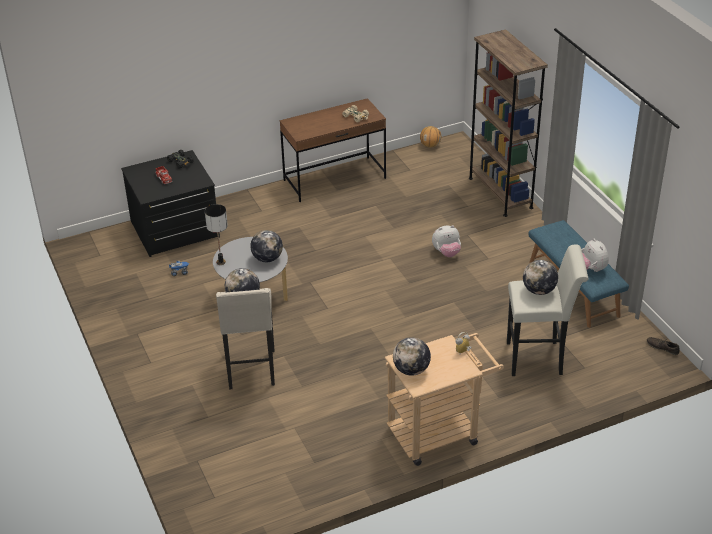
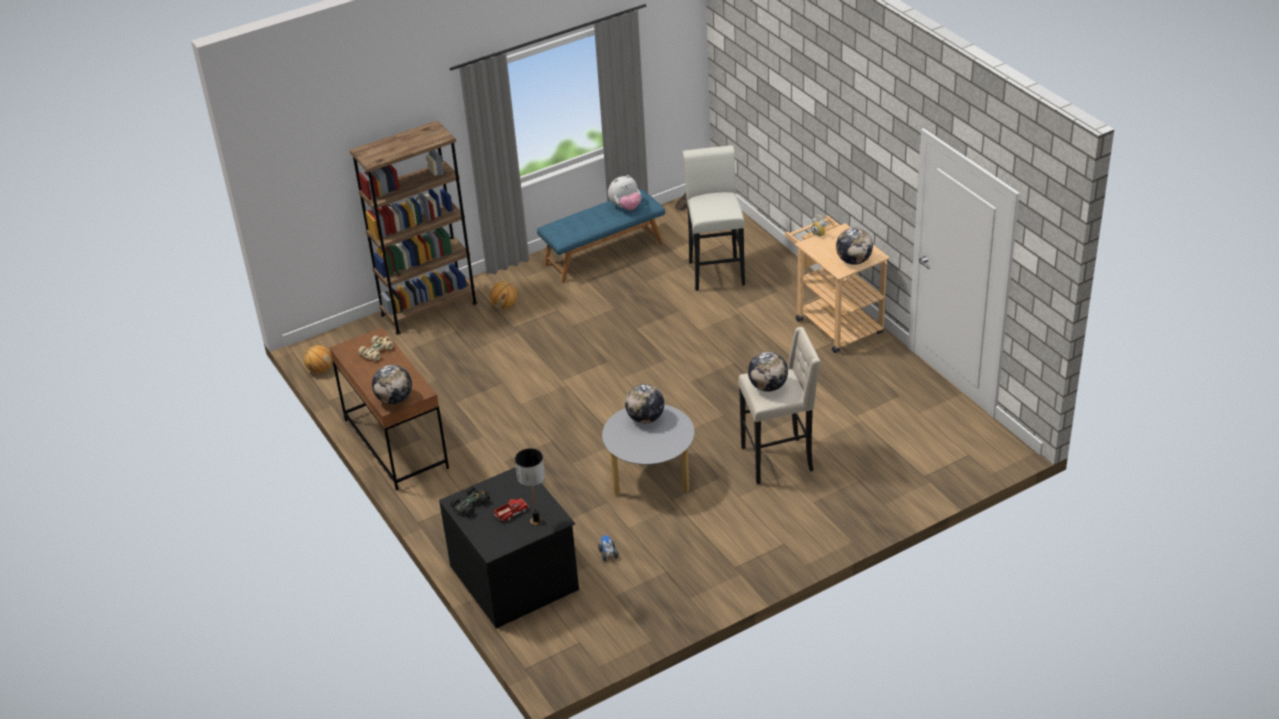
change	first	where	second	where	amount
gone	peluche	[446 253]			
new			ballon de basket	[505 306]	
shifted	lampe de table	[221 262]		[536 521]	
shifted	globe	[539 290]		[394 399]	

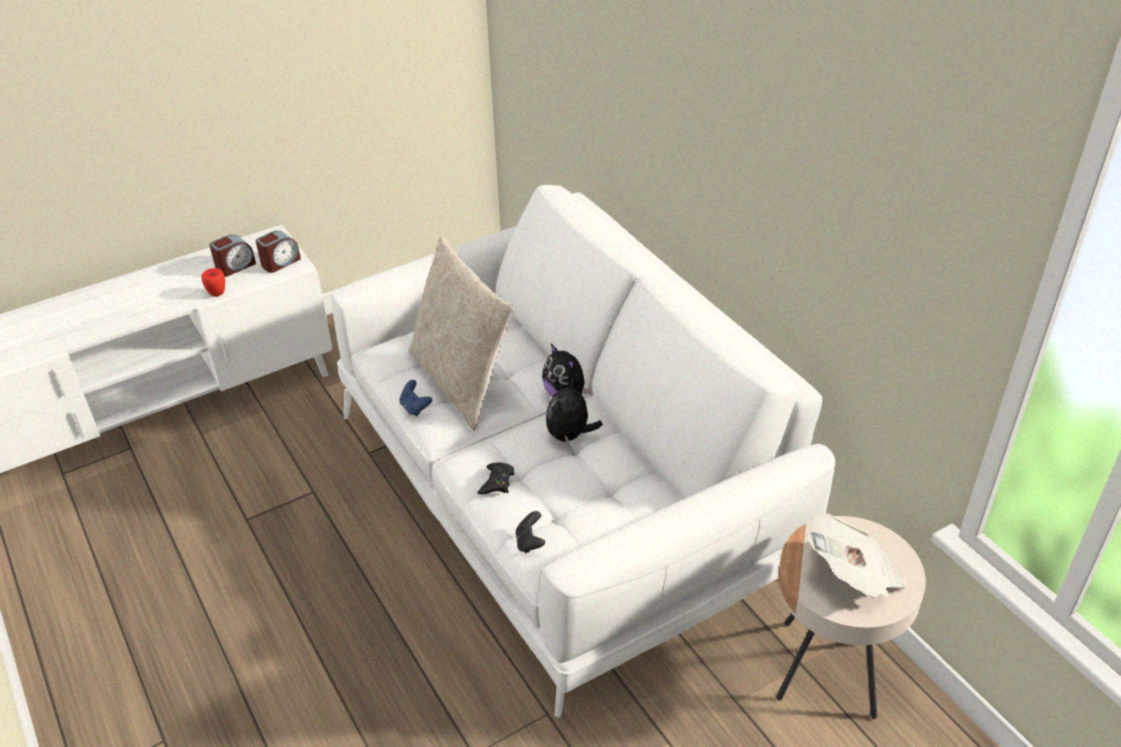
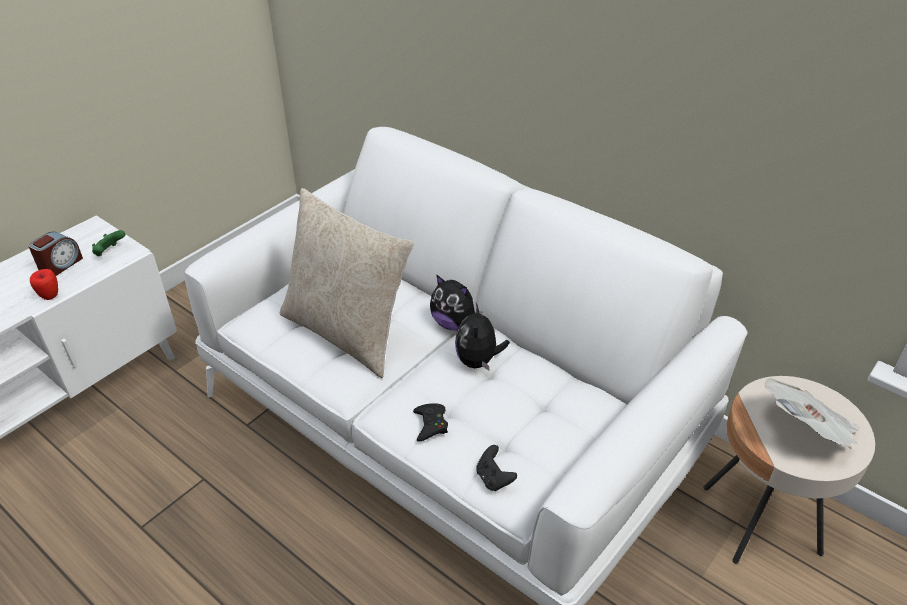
change	first	where	second	where	amount
gone	manette/bleu	[415 407]			
swapped	réveil	[280 262]	manette/vert	[110 252]	

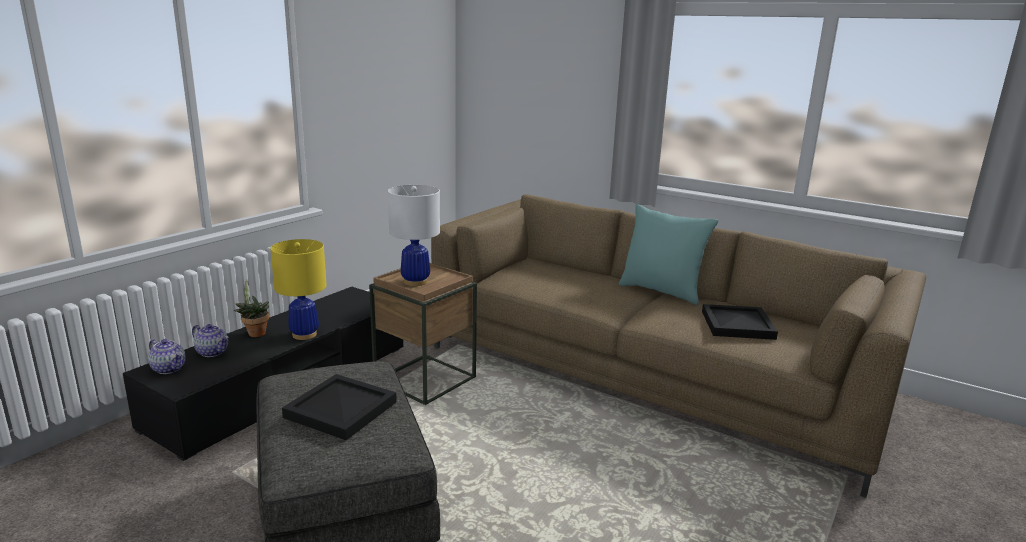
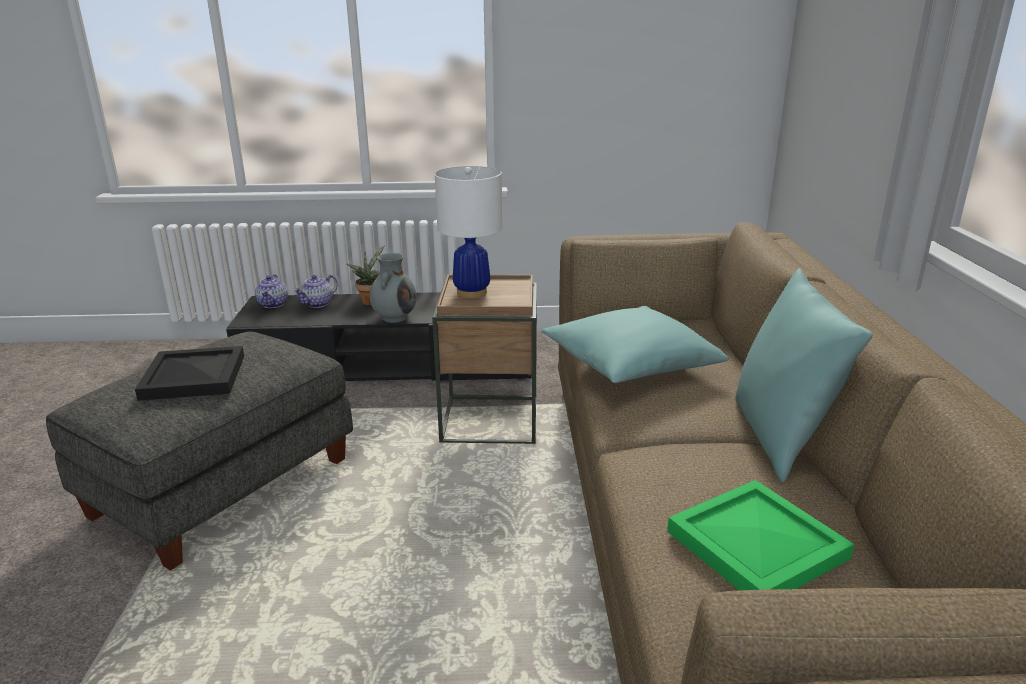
change	first	where	second	where	amount
new			coussin/turquoise	[630 365]	
swapped	lampe de table/jaune	[304 334]	vase/gris	[394 317]	
repainted	plateau/noir	[738 325]	plateau/vert	[756 546]	
rotated	théière	[213 352]		[318 304]	45 degrees clockwise

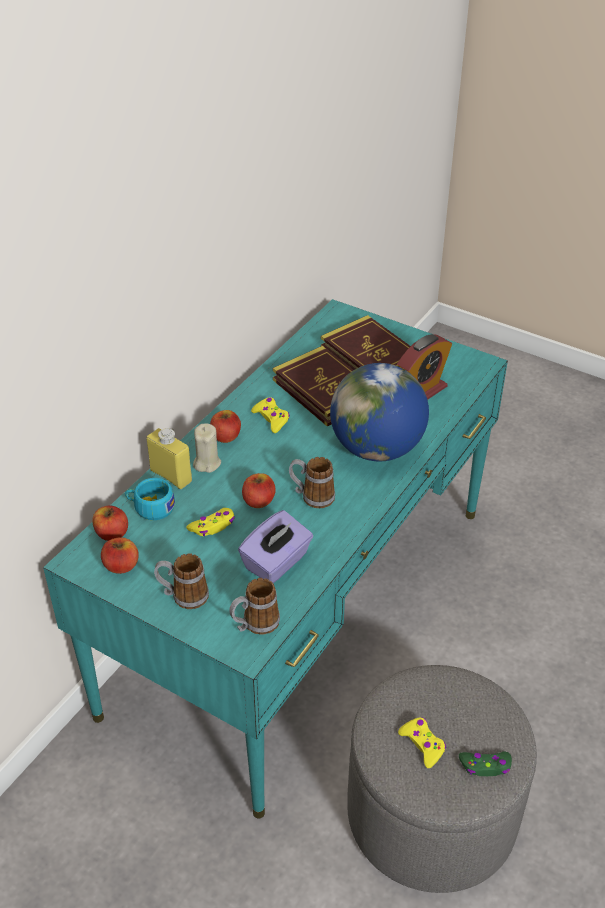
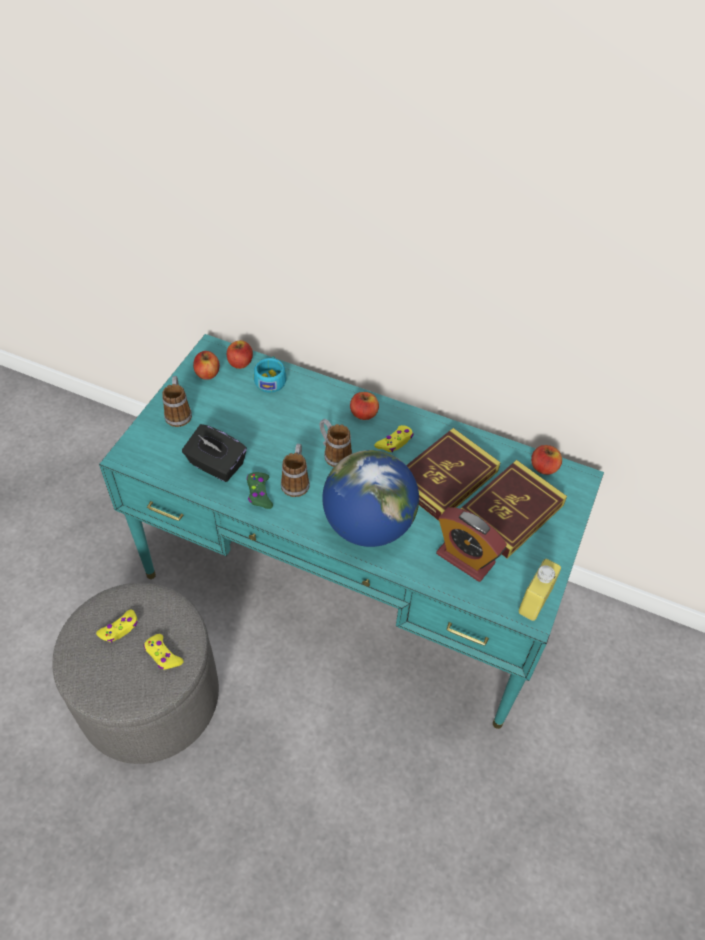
change	first	where	second	where	amount
gone	bougie/beige	[207 463]			
shifted	bouteille/jaune	[171 476]		[534 601]	
shifted	manette/jaune	[213 526]		[163 655]	
shifted	mug	[255 624]		[334 453]	
shifted	pomme	[258 501]		[543 467]	
shifted	manette/vert	[485 766]		[259 493]	
repainted	boîte à mouchoirs/violet	[277 562]	boîte à mouchoirs/noir	[216 465]	

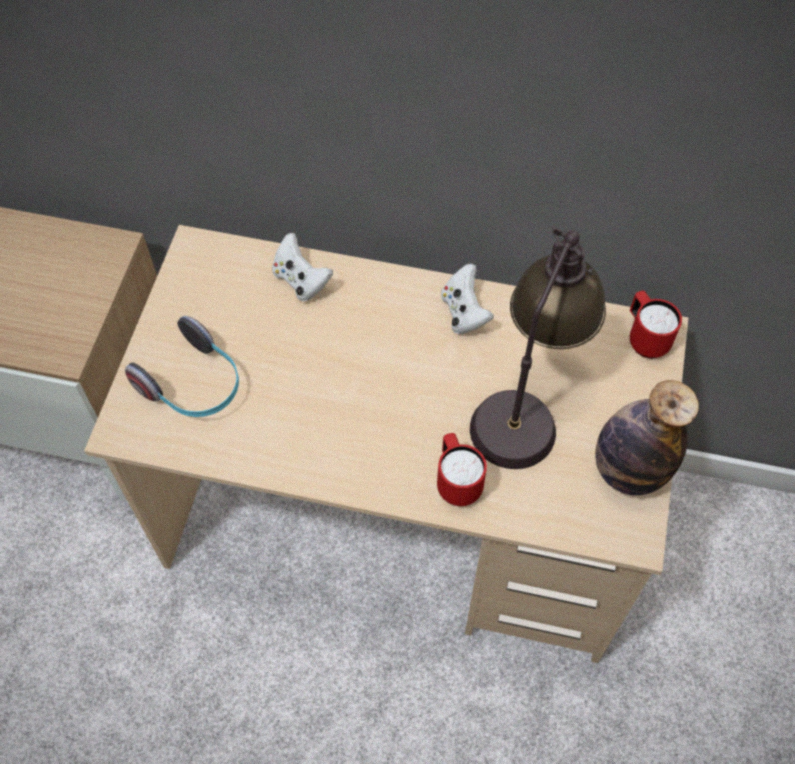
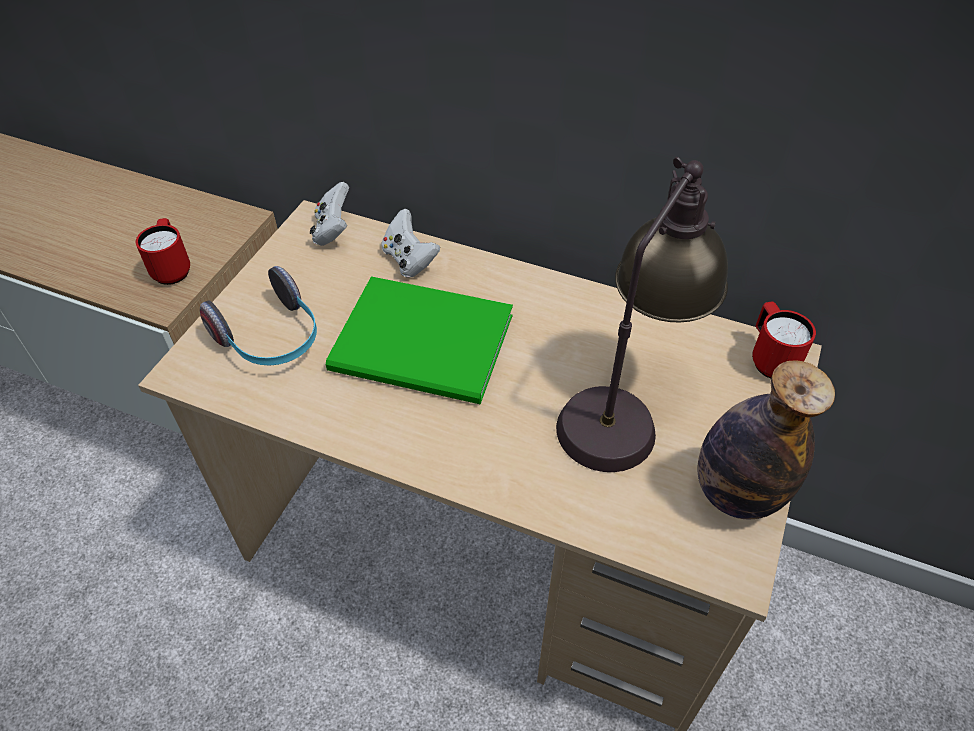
change	first	where	second	where	amount
new			livre/vert	[426 347]	
shifted	mug/rouge	[456 482]		[172 269]	
shifted	manette/blanc	[464 312]		[333 230]	

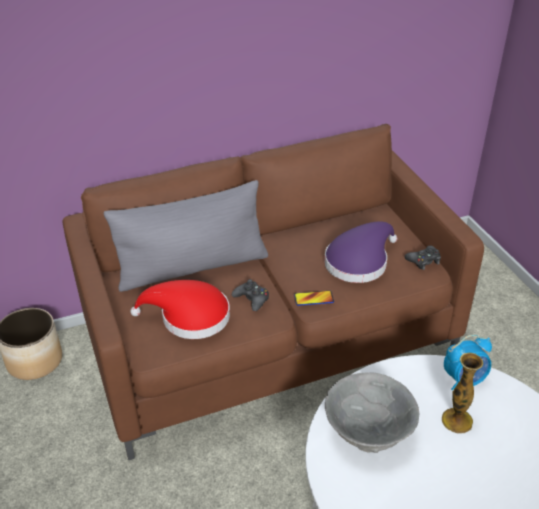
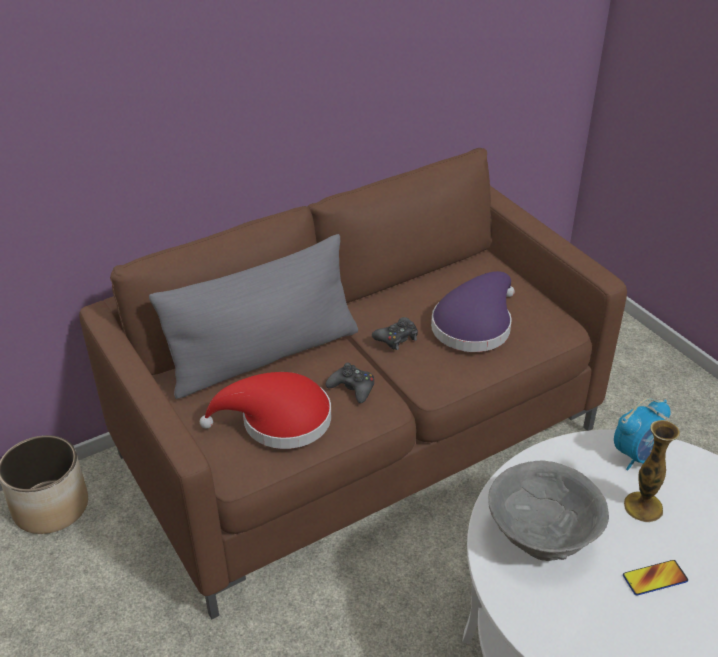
change	first	where	second	where	amount
shifted	téléphone	[314 299]		[654 578]	
shifted	manette/noir	[423 261]		[396 338]	

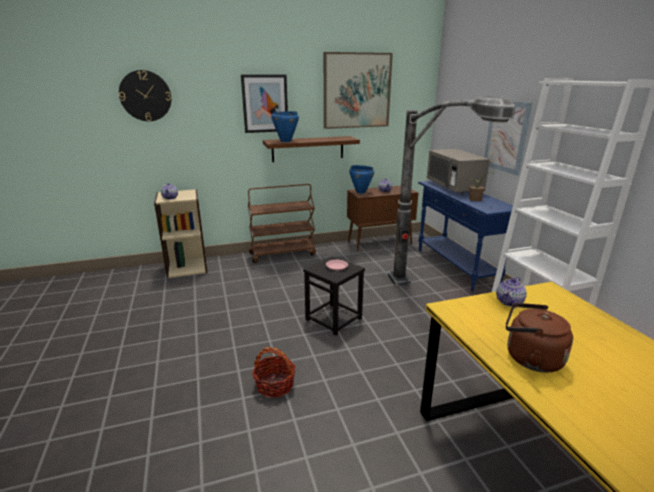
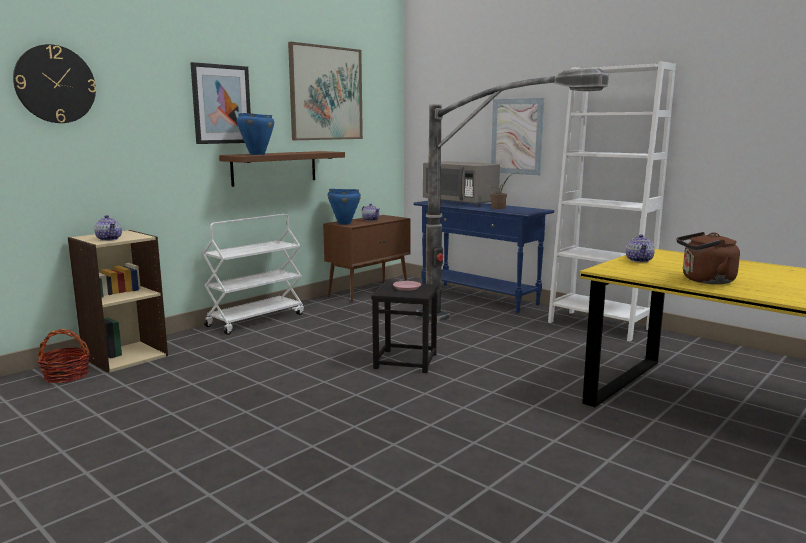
change	first	where	second	where	amount
shifted	panier	[275 385]		[66 376]	
repainted	chariot/marron	[283 254]	chariot/blanc	[256 320]	

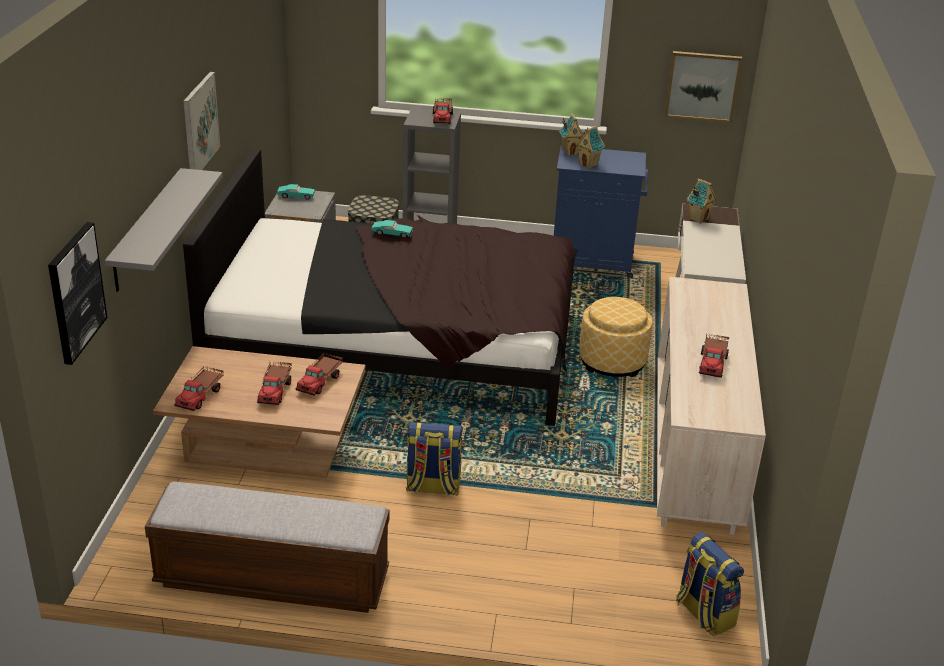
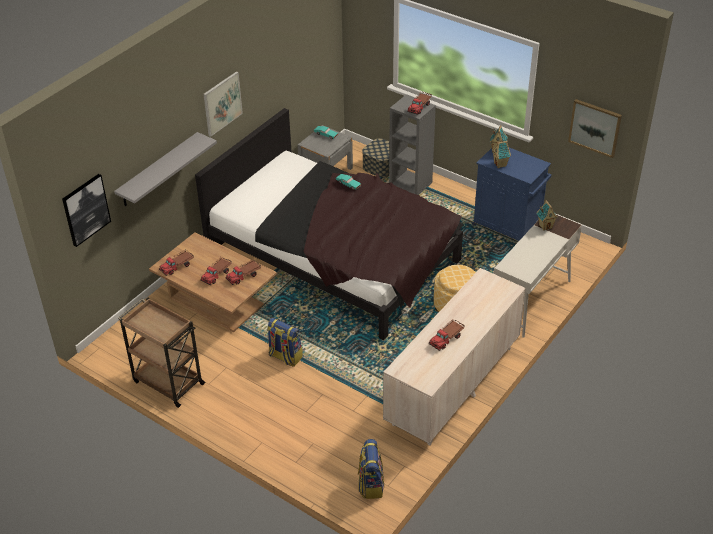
change	first	where	second	where	amount
swapped	banc	[272 579]	chariot/marron	[167 382]	

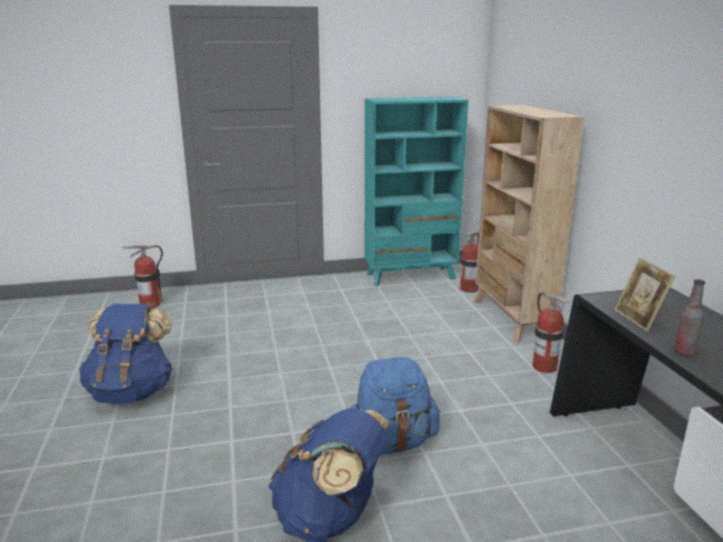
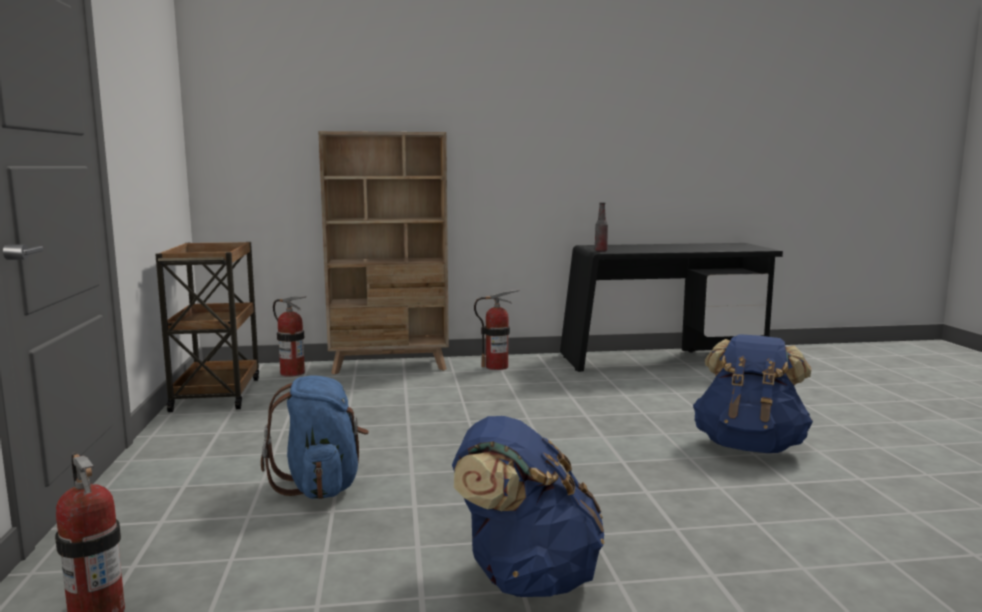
change	first	where	second	where	amount
gone	cadre photo	[638 320]			
shifted	sac à dos/bleu	[392 443]		[321 486]	
shifted	bouteille	[684 352]		[600 251]	
swapped	bibliothèque/turquoise	[411 276]	chariot/marron	[217 393]	

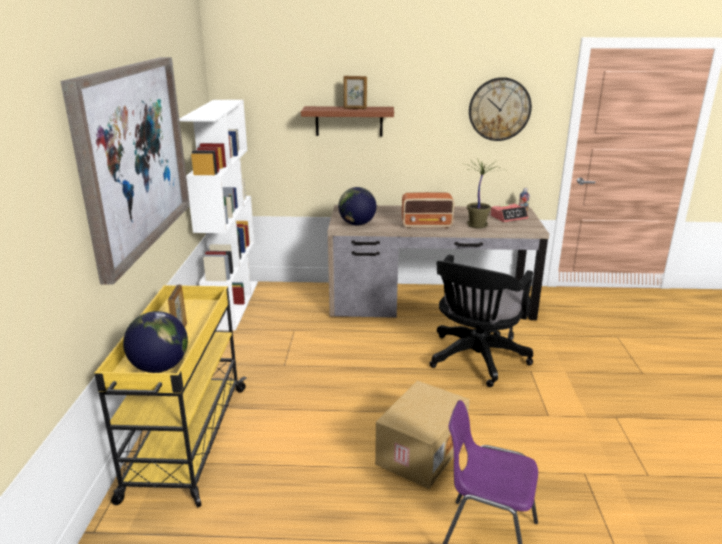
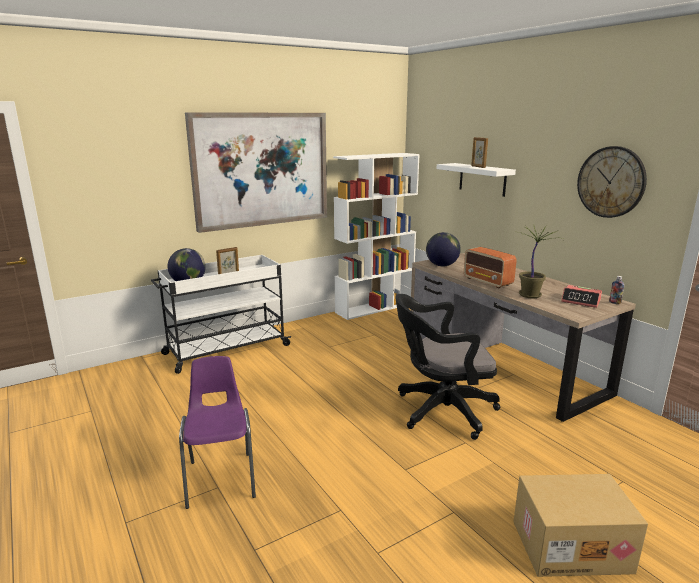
change	first	where	second	where	amount
shifted	carton	[420 451]		[571 545]	
repainted	chariot/jaune	[186 441]	chariot/blanc	[225 350]	
repainted	étagère/marron	[349 121]	étagère/blanc	[482 179]	

